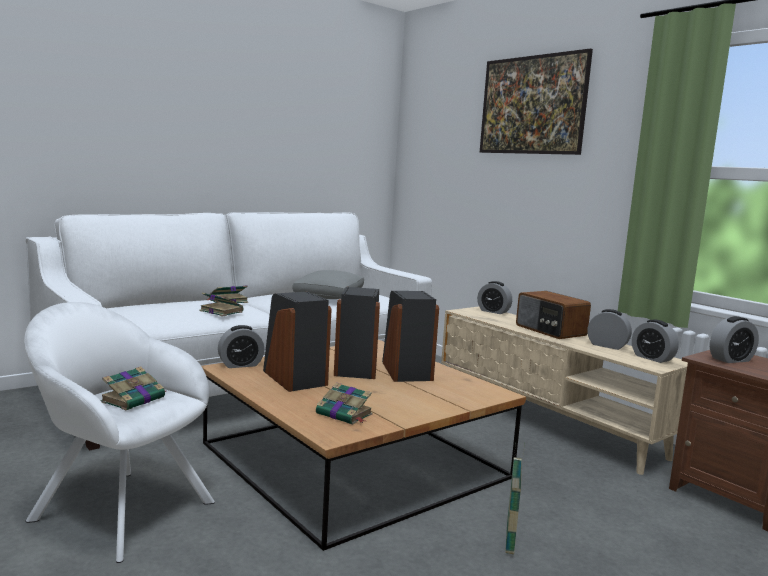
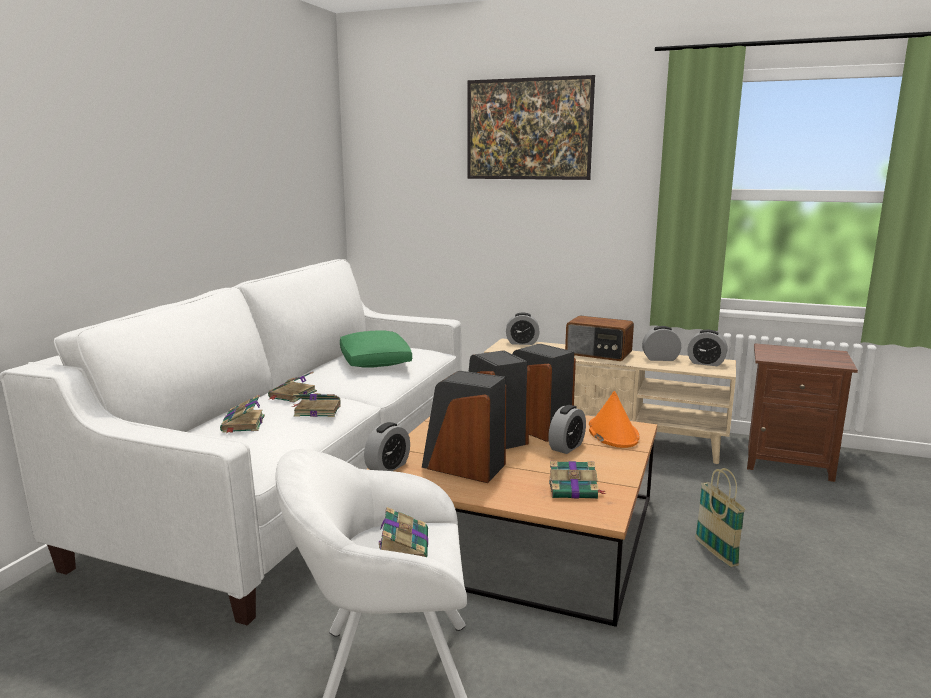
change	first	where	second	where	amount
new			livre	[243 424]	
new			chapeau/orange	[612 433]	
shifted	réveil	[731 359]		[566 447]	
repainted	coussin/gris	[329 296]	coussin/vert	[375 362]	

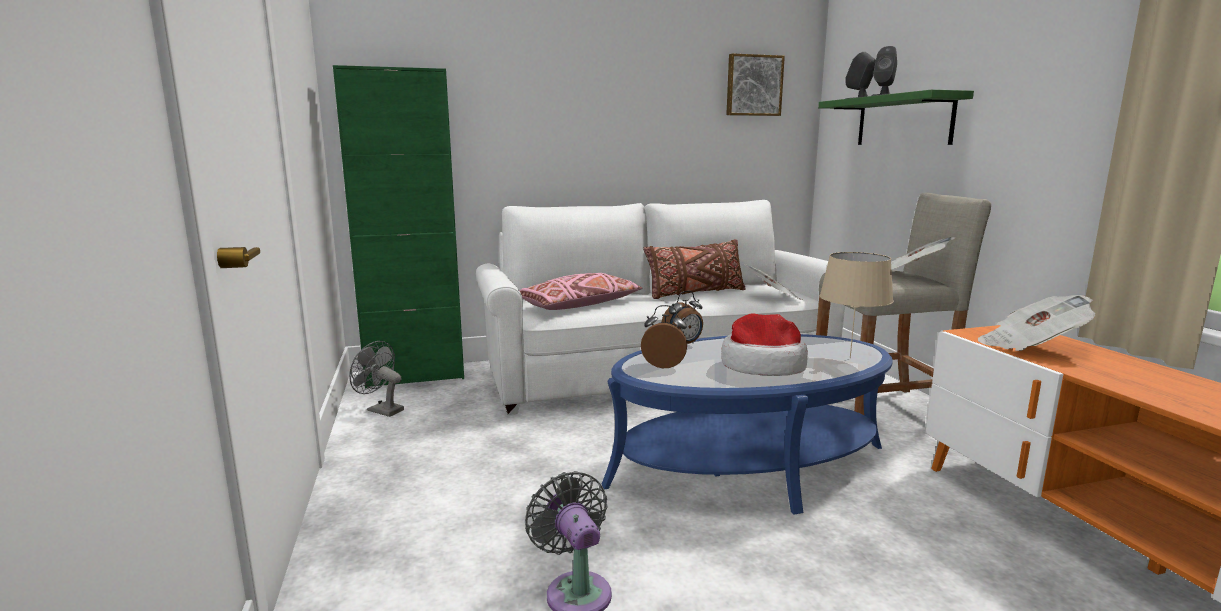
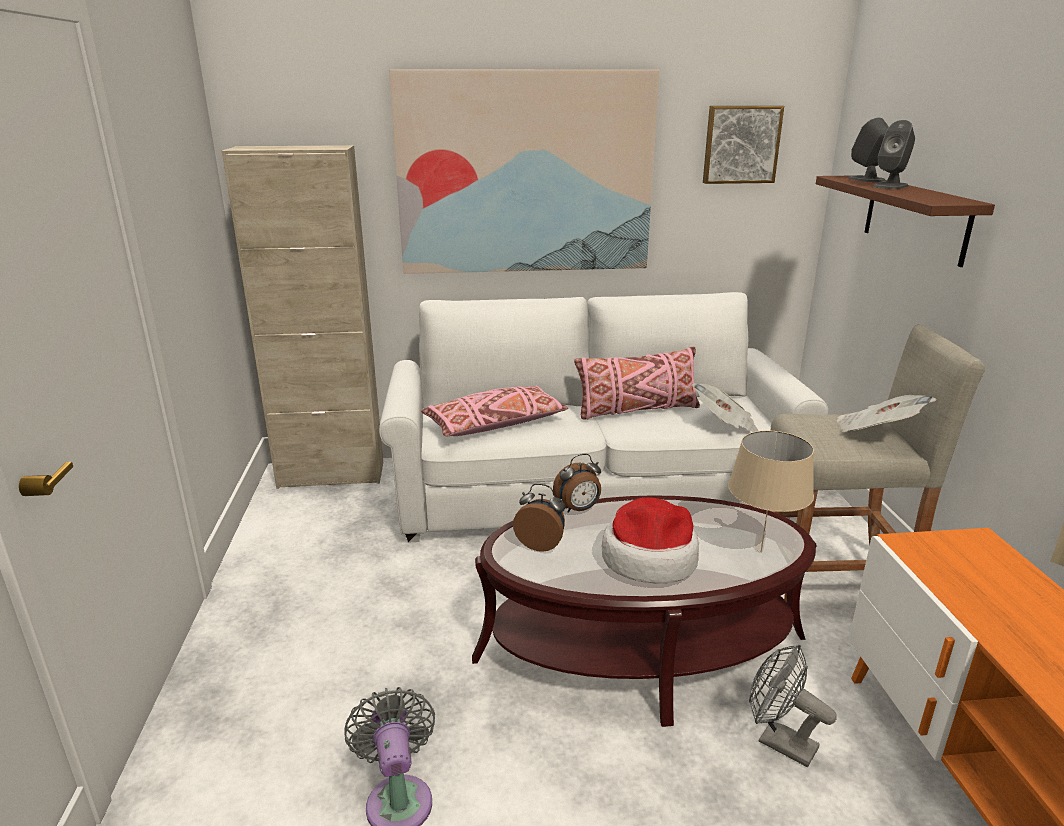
change	first	where	second	where	amount
gone	journal	[1030 346]			
new			tableau	[525 174]	
shifted	ventilateur/gris	[381 410]		[778 741]	
repainted	meuble de rangement/vert	[415 376]	meuble de rangement/beige	[331 475]	
repainted	table basse/bleu	[748 465]	table basse/marron	[640 647]	
repainted	coussin/marron	[695 293]	coussin/rose	[636 410]	
repainted	étagère/vert	[903 121]	étagère/marron	[915 218]	

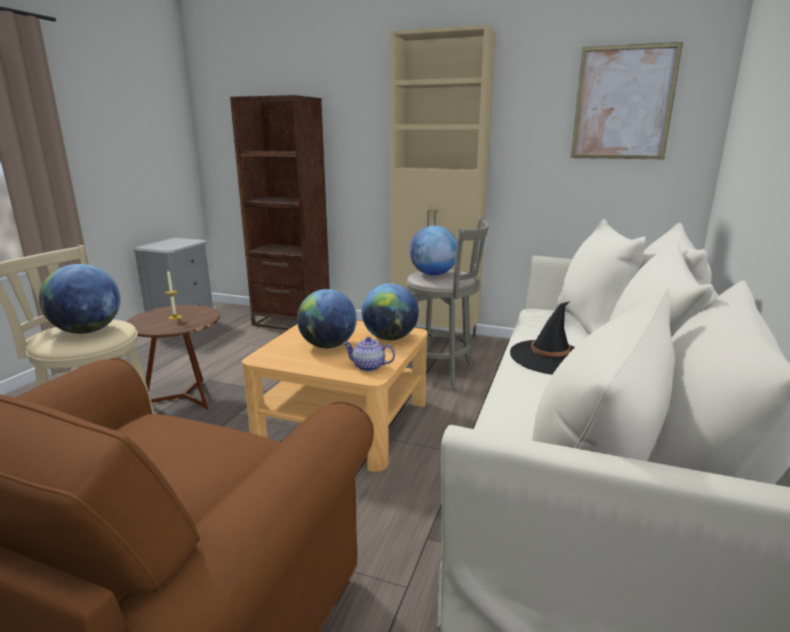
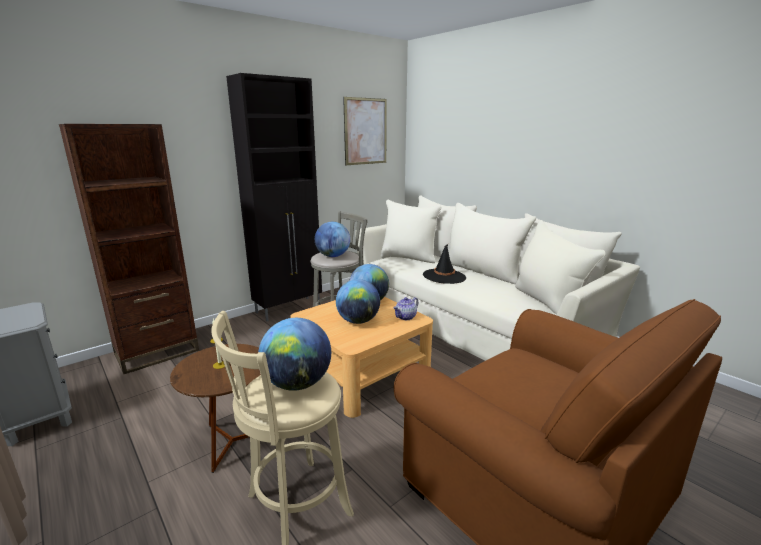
change	first	where	second	where	amount
repainted	meuble de rangement/beige	[436 337]	meuble de rangement/noir	[289 309]	

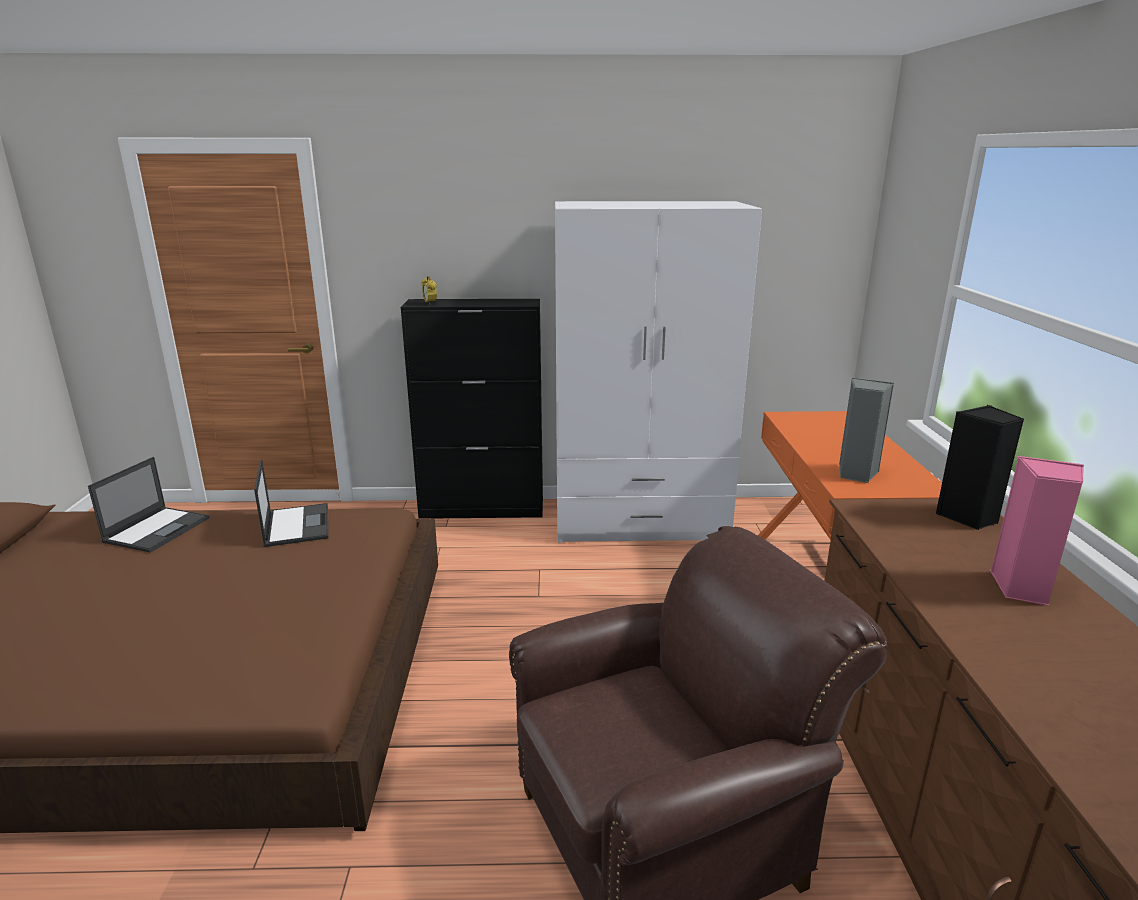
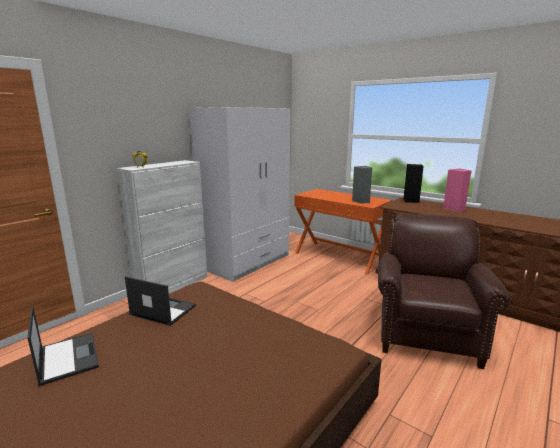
change	first	where	second	where	amount
repainted	meuble de rangement/noir	[483 509]	meuble de rangement/blanc	[173 285]	

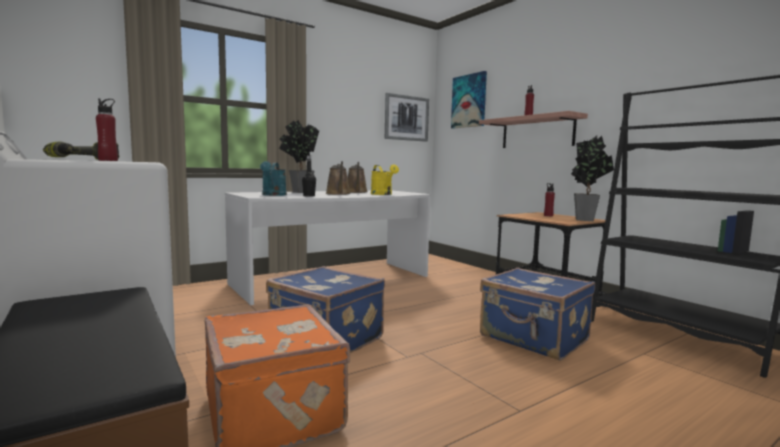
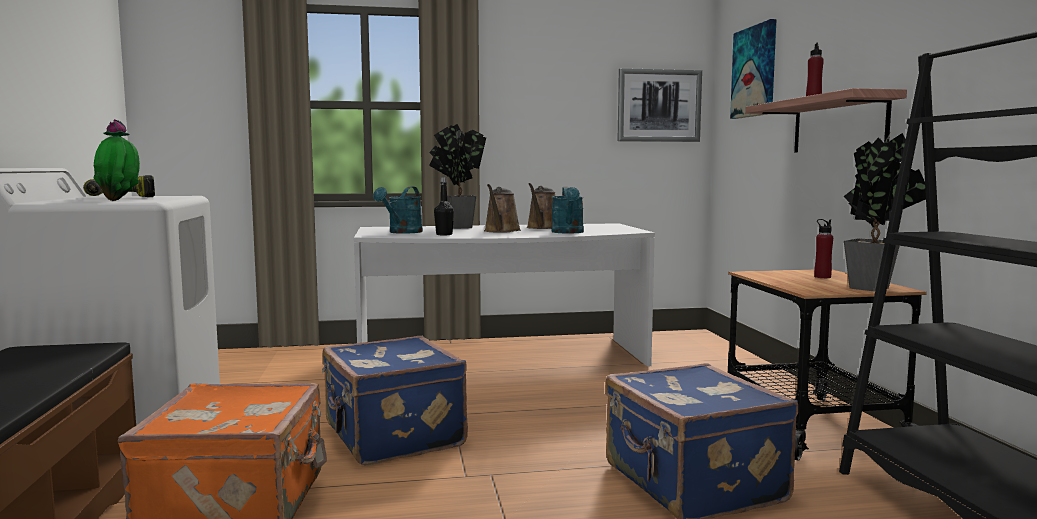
change	first	where	second	where	amount
swapped	bouteille/rouge	[108 160]	plante en pot	[119 200]	
repainted	arrosoir/jaune	[383 194]	arrosoir/turquoise	[568 232]	

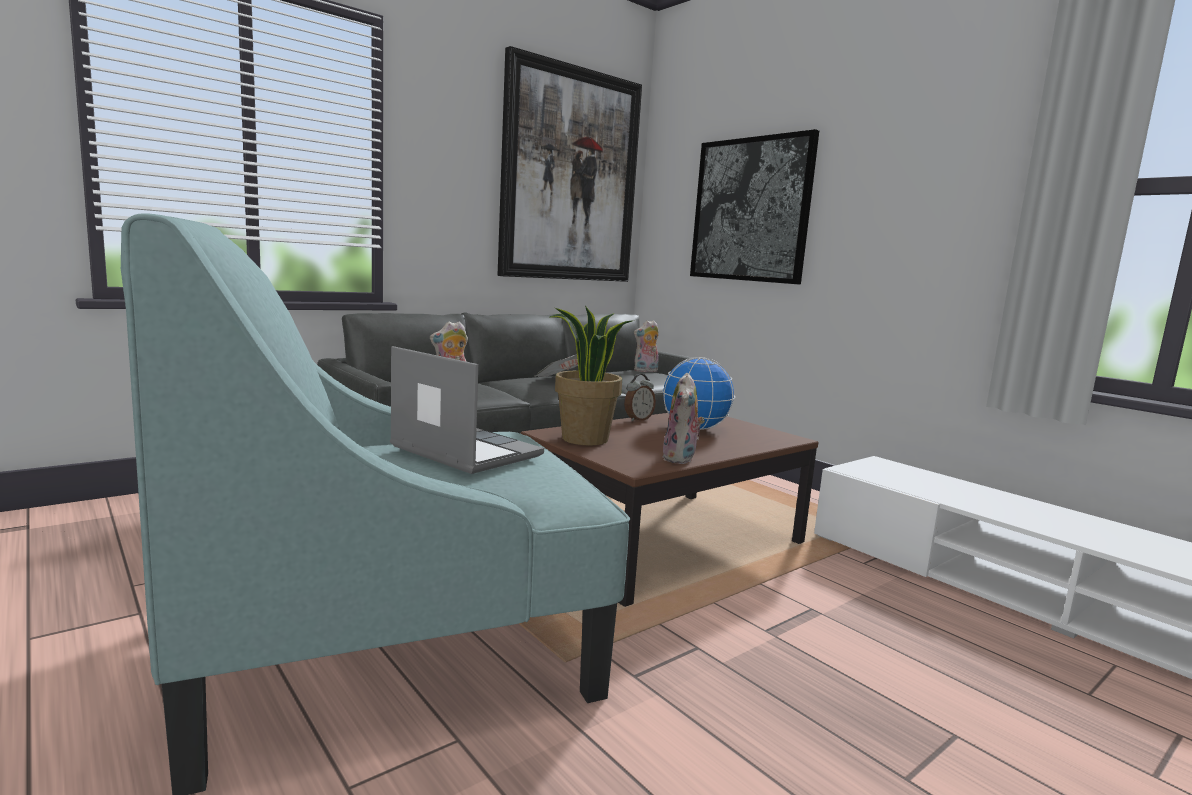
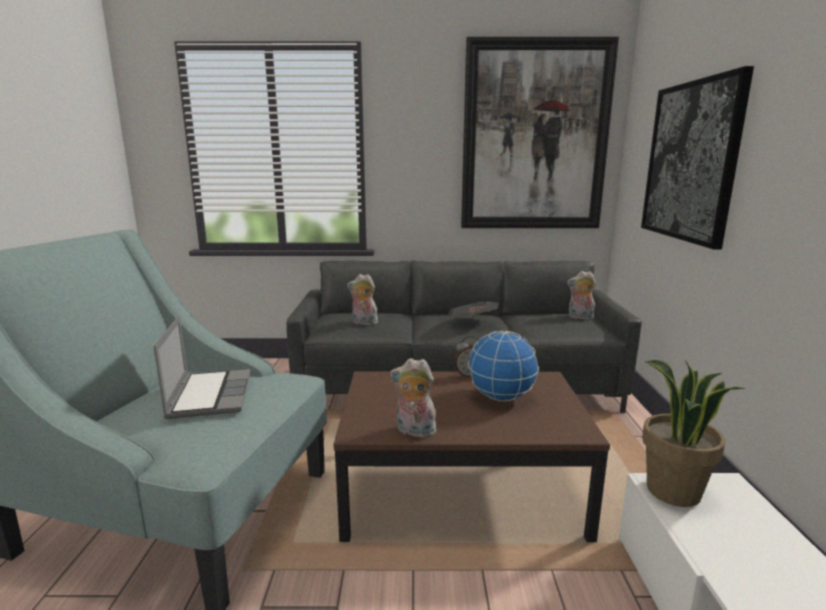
change	first	where	second	where	amount
shifted	plante en pot	[584 439]		[672 491]	
rotated	peluche	[681 459]		[414 431]	60 degrees clockwise

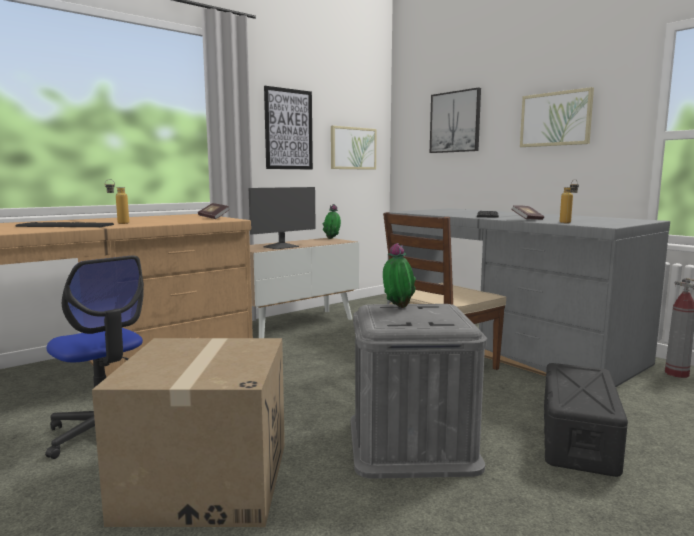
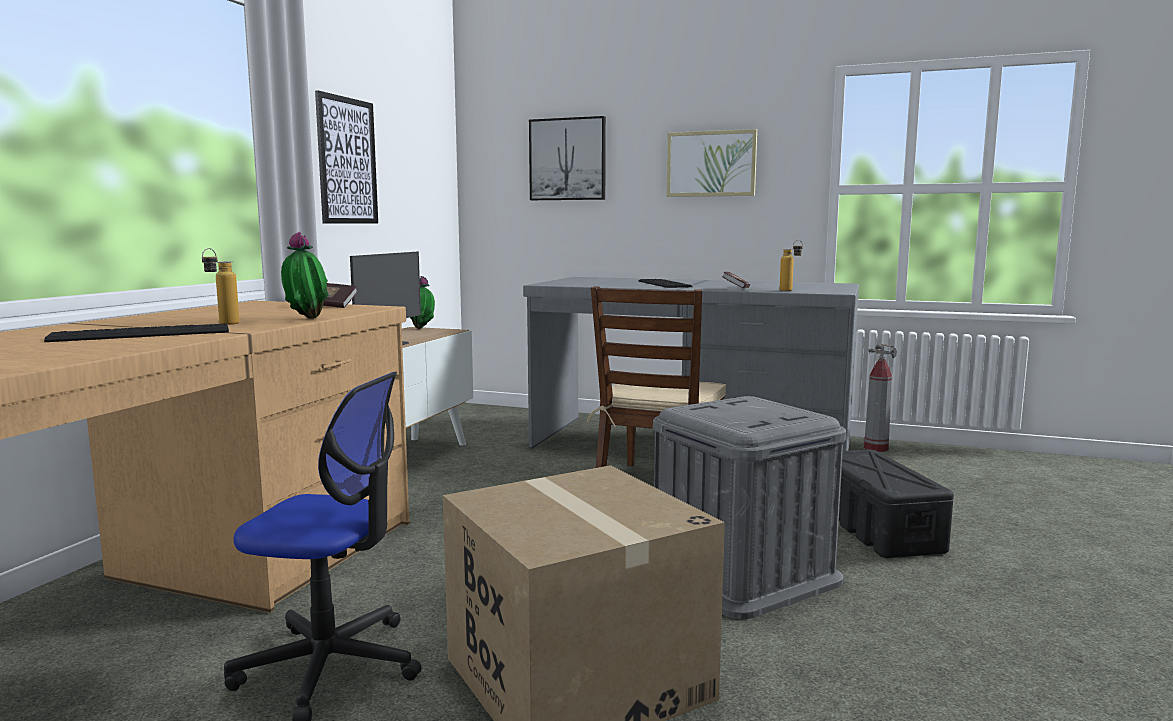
change	first	where	second	where	amount
gone	tableau	[353 148]			
shifted	plante en pot	[397 307]		[306 319]	

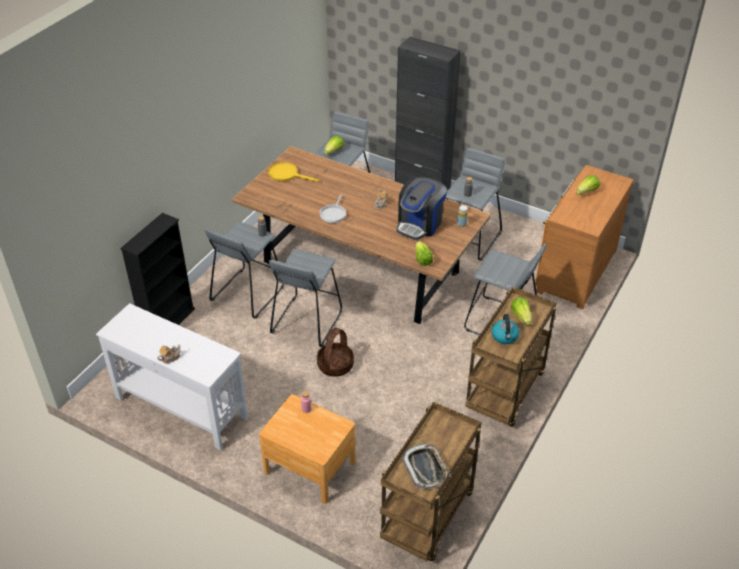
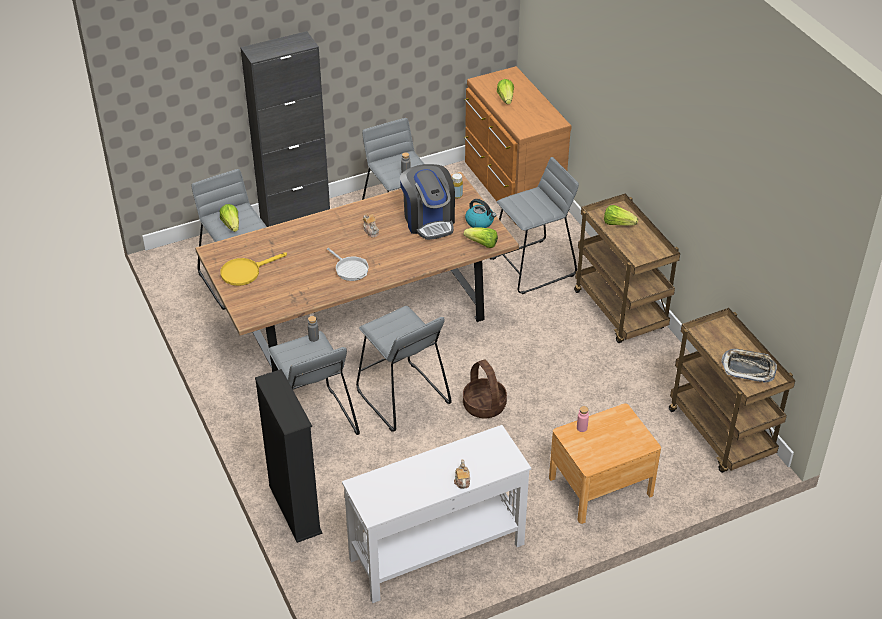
change	first	where	second	where	amount
shifted	bouilloire	[505 336]		[480 222]	

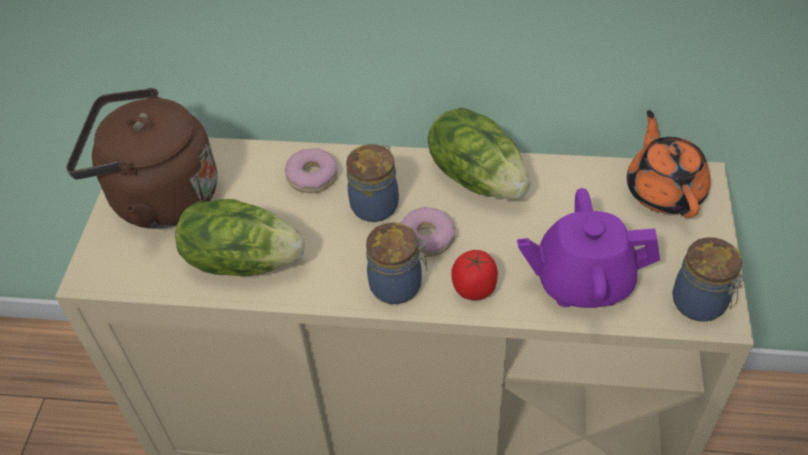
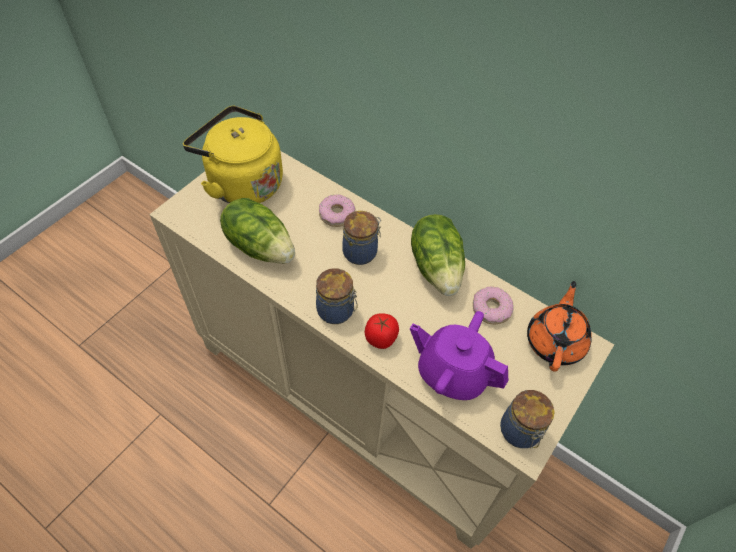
change	first	where	second	where	amount
shifted	beignet	[427 238]		[491 309]	
repainted	bouilloire/marron	[158 197]	bouilloire/jaune	[242 183]	

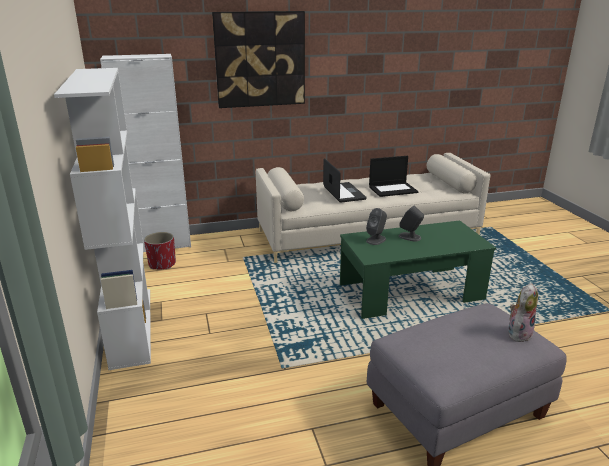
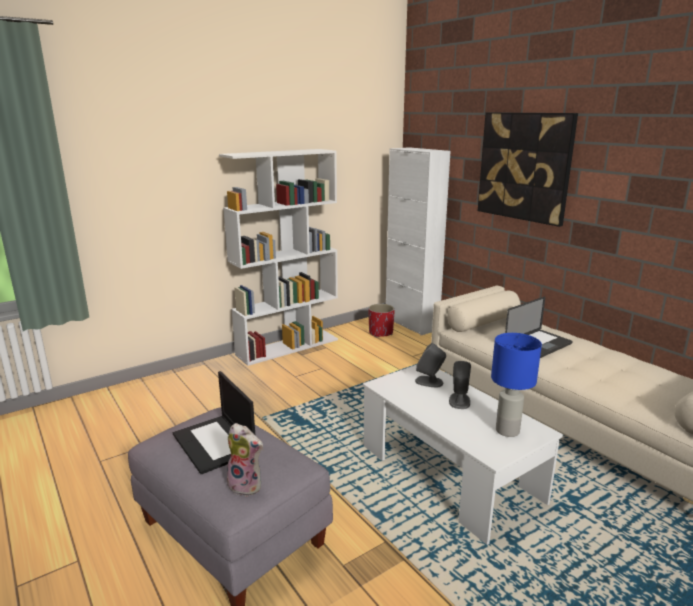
change	first	where	second	where	amount
new			lampe de table/bleu	[507 431]	
shifted	ordinateur portable	[393 189]		[215 444]	
repainted	table basse/vert	[411 292]	table basse/blanc	[449 473]	

